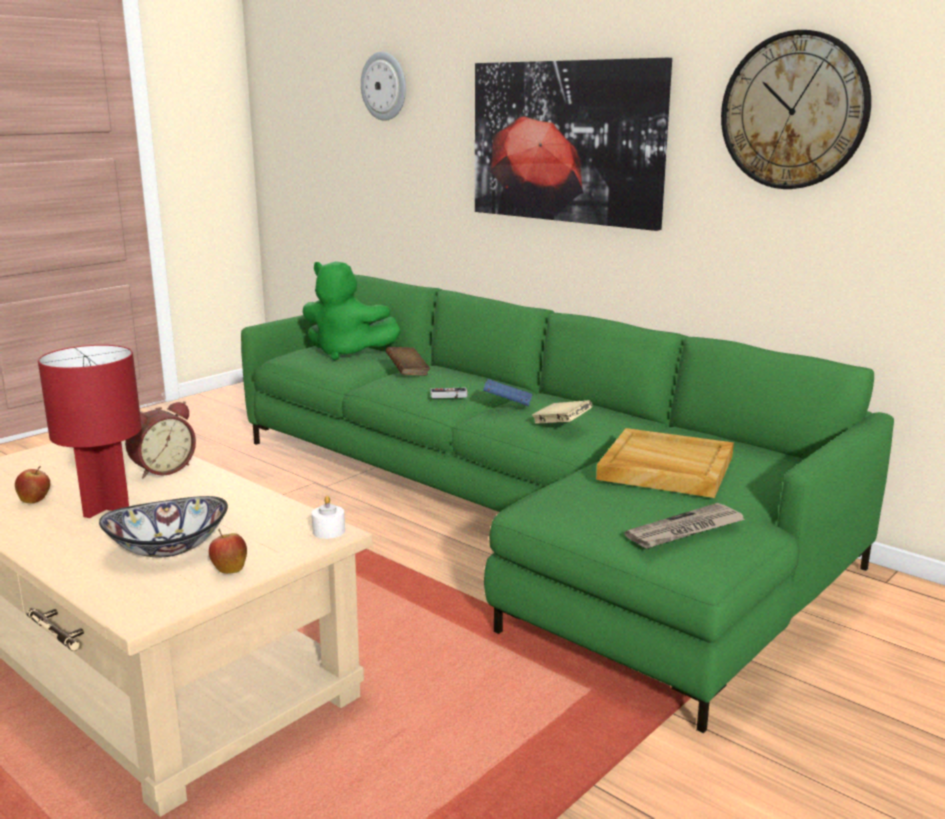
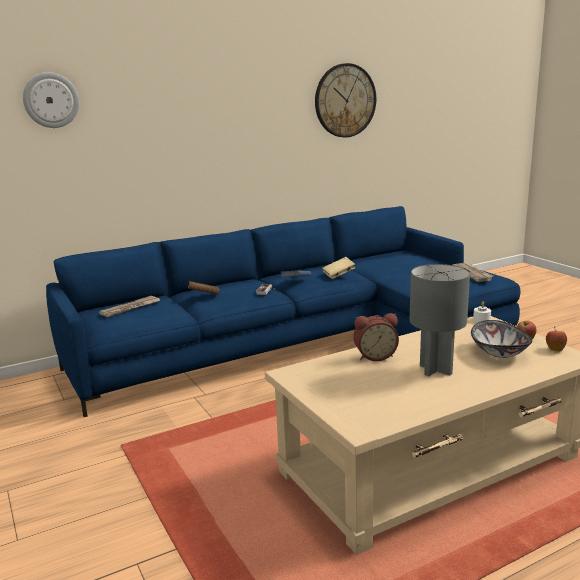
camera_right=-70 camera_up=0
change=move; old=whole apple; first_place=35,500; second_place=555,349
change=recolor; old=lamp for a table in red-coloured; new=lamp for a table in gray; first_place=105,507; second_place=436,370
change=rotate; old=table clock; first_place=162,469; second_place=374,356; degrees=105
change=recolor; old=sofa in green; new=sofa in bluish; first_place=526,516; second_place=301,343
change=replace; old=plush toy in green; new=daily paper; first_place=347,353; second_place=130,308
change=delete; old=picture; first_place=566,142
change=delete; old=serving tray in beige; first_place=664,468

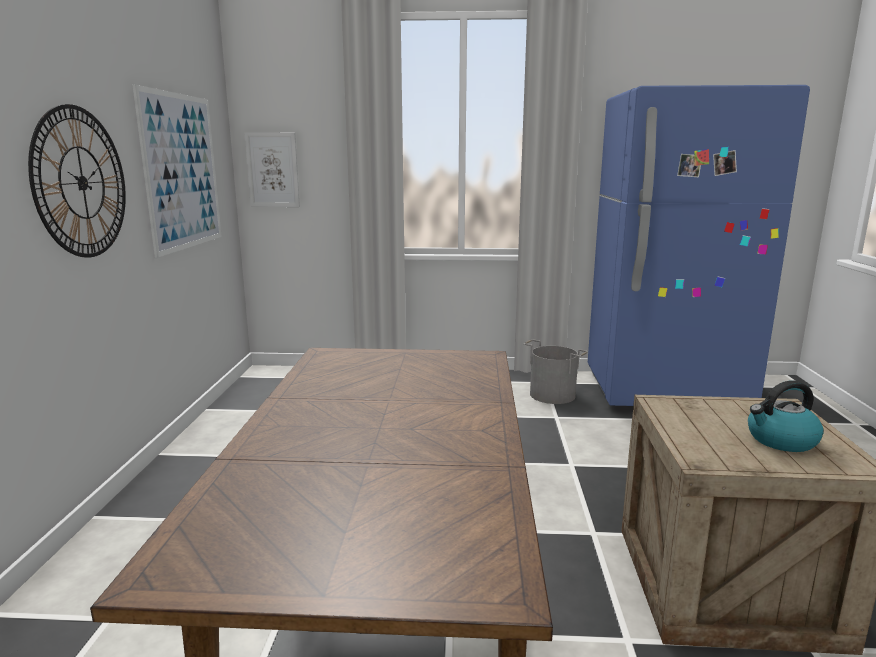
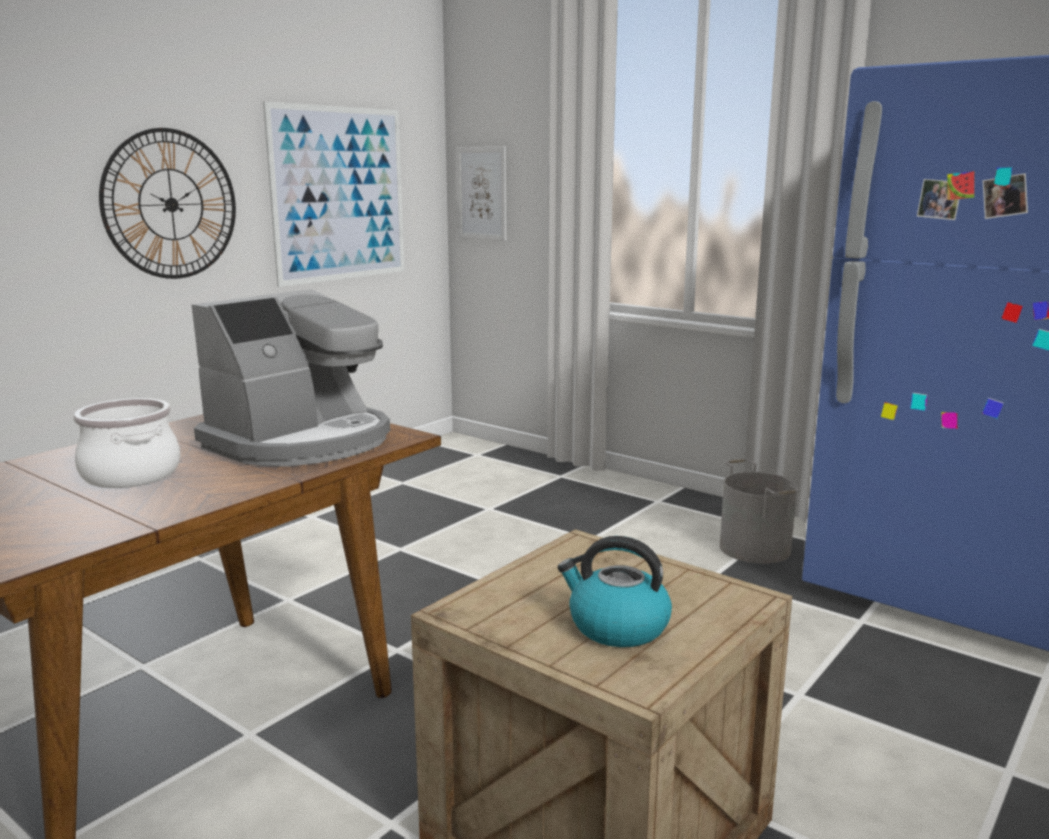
camera_right=35 camera_up=0
change=insert; new=stockpot; second_place=132,474
change=insert; new=coffee machine; second_place=301,441

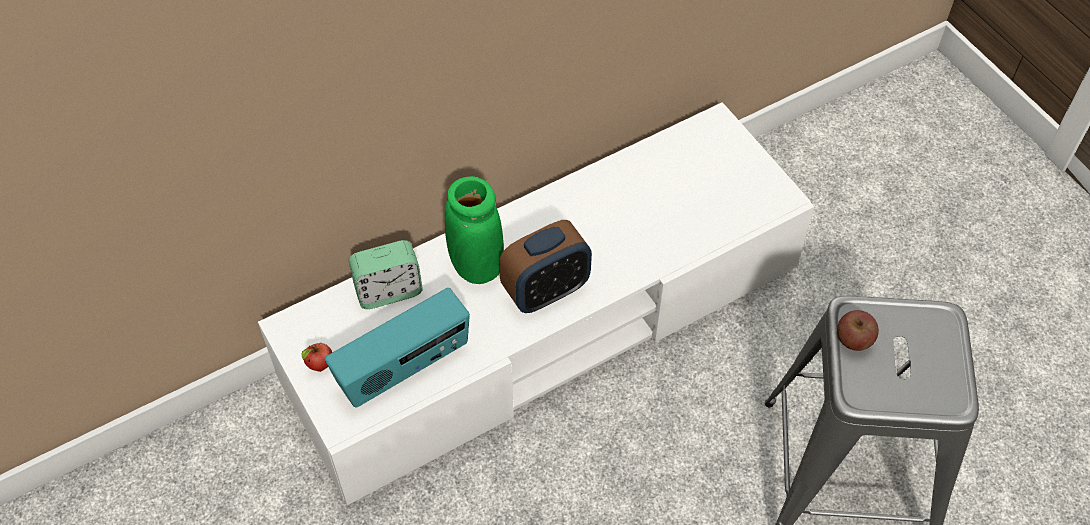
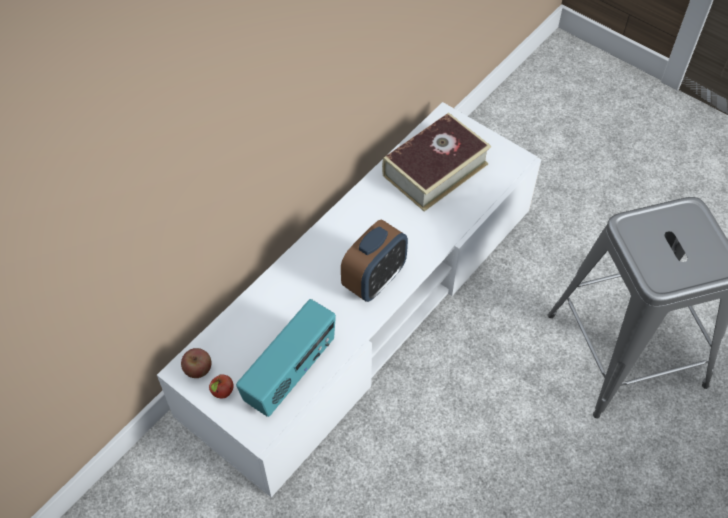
camera_right=-20 camera_up=0
change=delete; old=table clock; first_place=388,291
change=delete; old=decorative vase in green; first_place=476,265
change=move; old=whole apple; first_place=854,339; second_place=198,369
change=insert; new=bound book; second_place=435,169

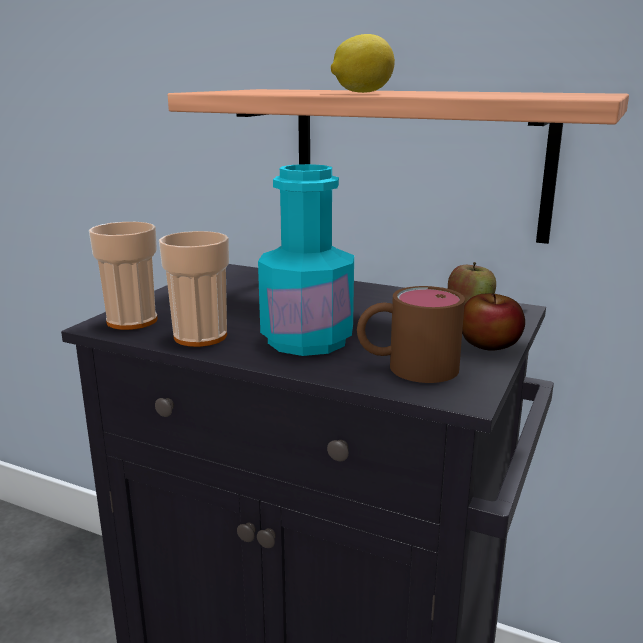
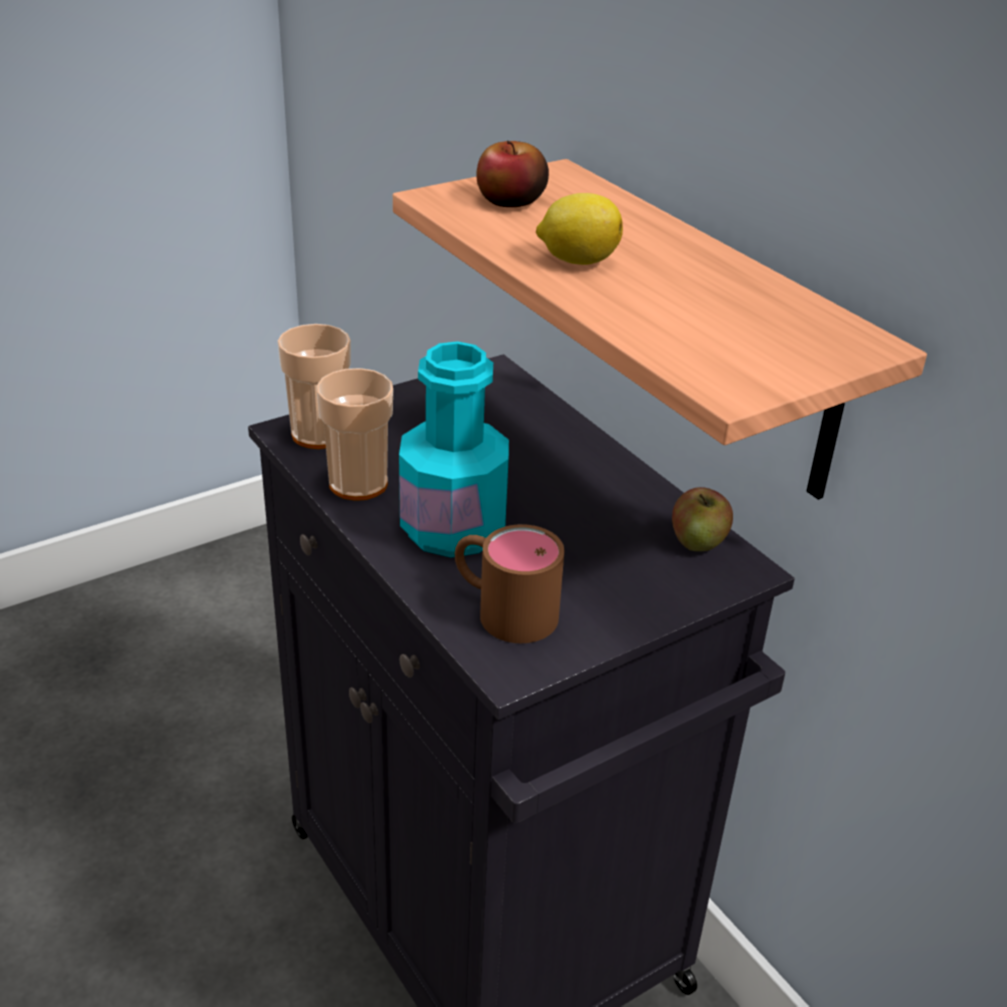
camera_right=30 camera_up=15
change=move; old=whole apple; first_place=490,344; second_place=511,201

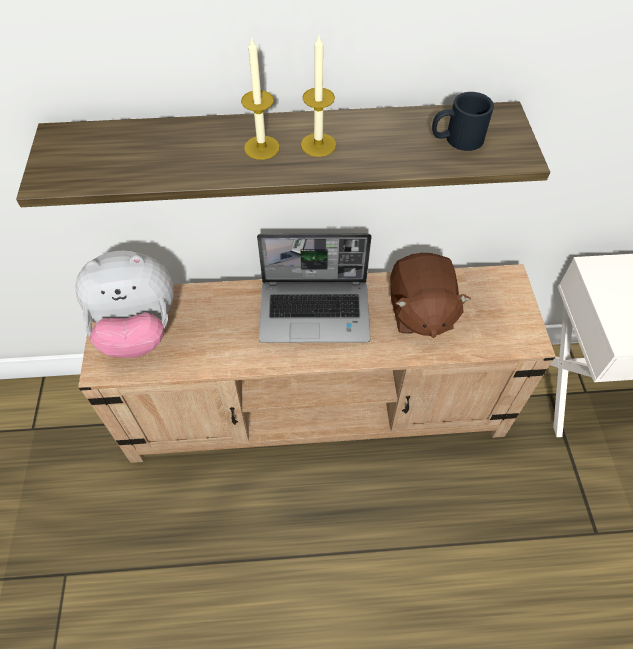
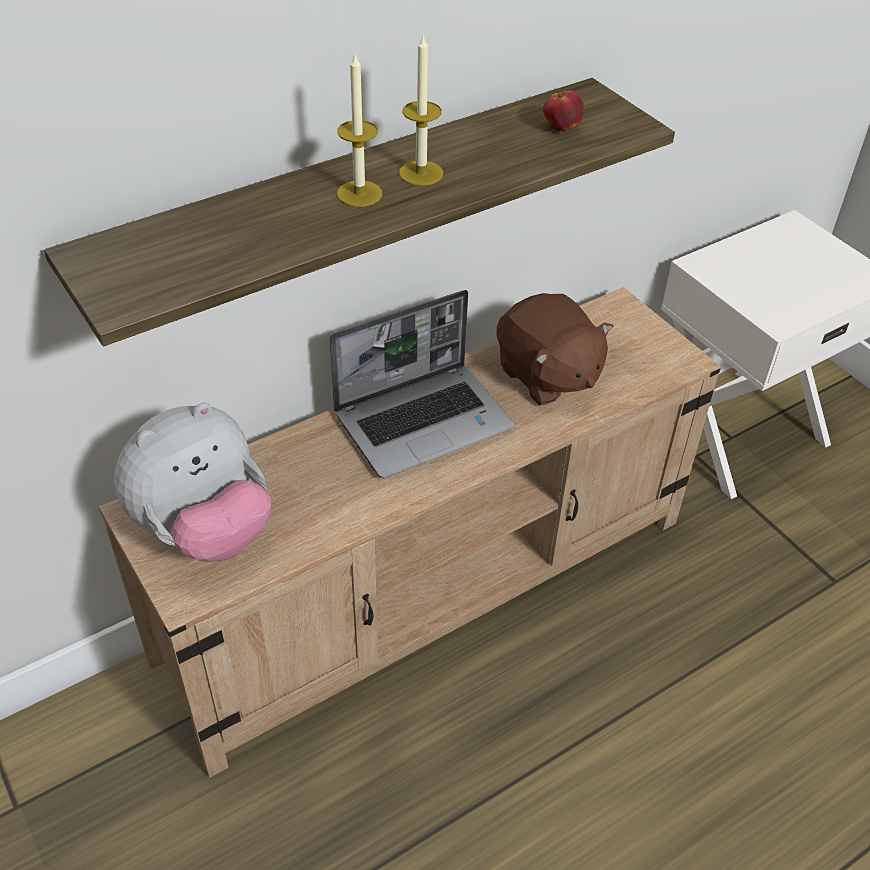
camera_right=-30 camera_up=-10
change=replace; old=tea mug in blackish; new=whole apple; first_place=456,139; second_place=561,128

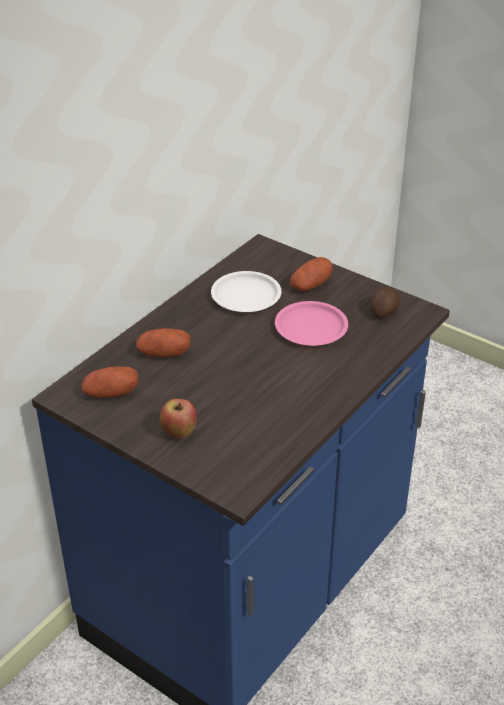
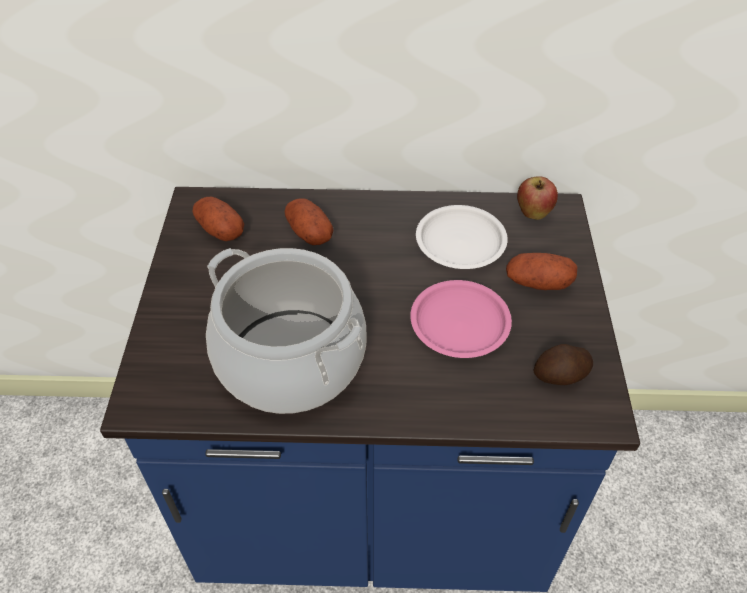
camera_right=55 camera_up=10
change=move; old=whole apple; first_place=179,433; second_place=533,214
change=insert; new=stockpot; second_place=291,359

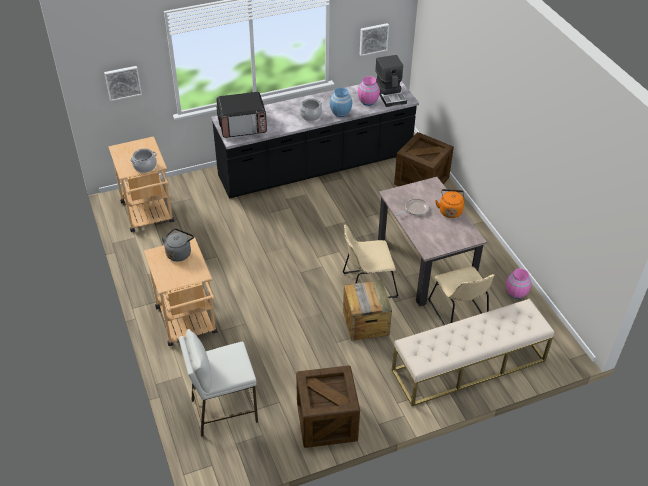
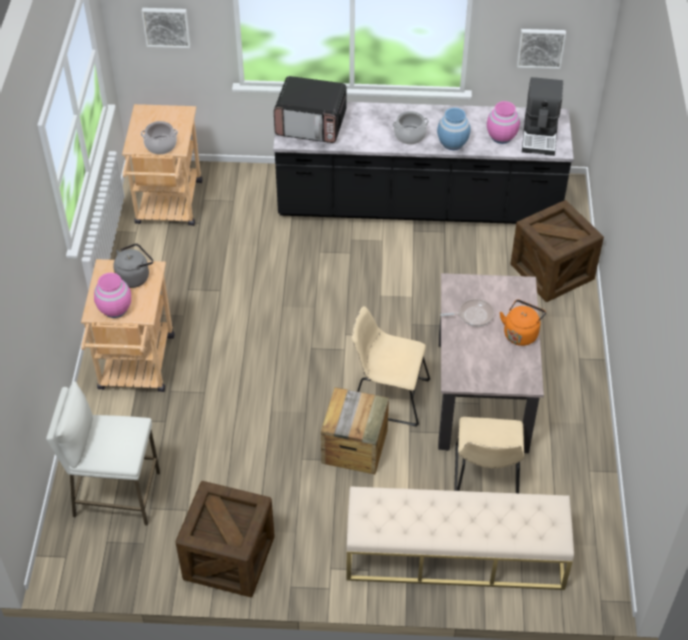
camera_right=25 camera_up=5
change=move; old=decorative vase in pink-coloured; first_place=516,293; second_place=115,309

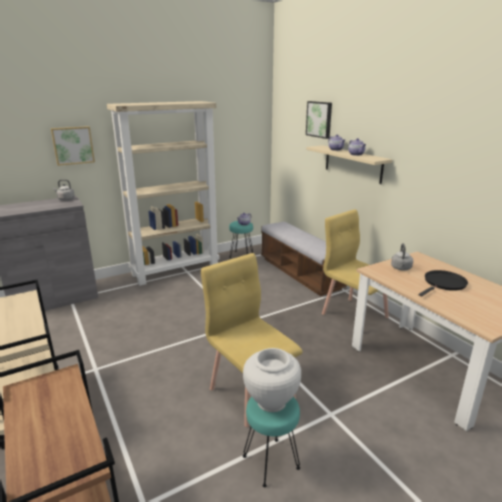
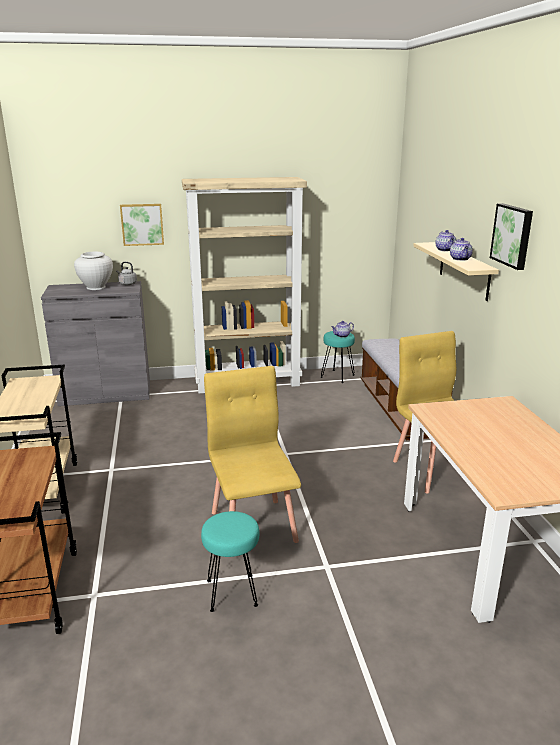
camera_right=20 camera_up=0
change=move; old=decorative vase in whitish; first_place=271,401; second_place=96,287
change=move; old=picture; first_place=319,119; second_place=513,235
change=delete; old=tea kettle in gray; first_place=401,268
change=delete; old=pan in blackish; first_place=443,284

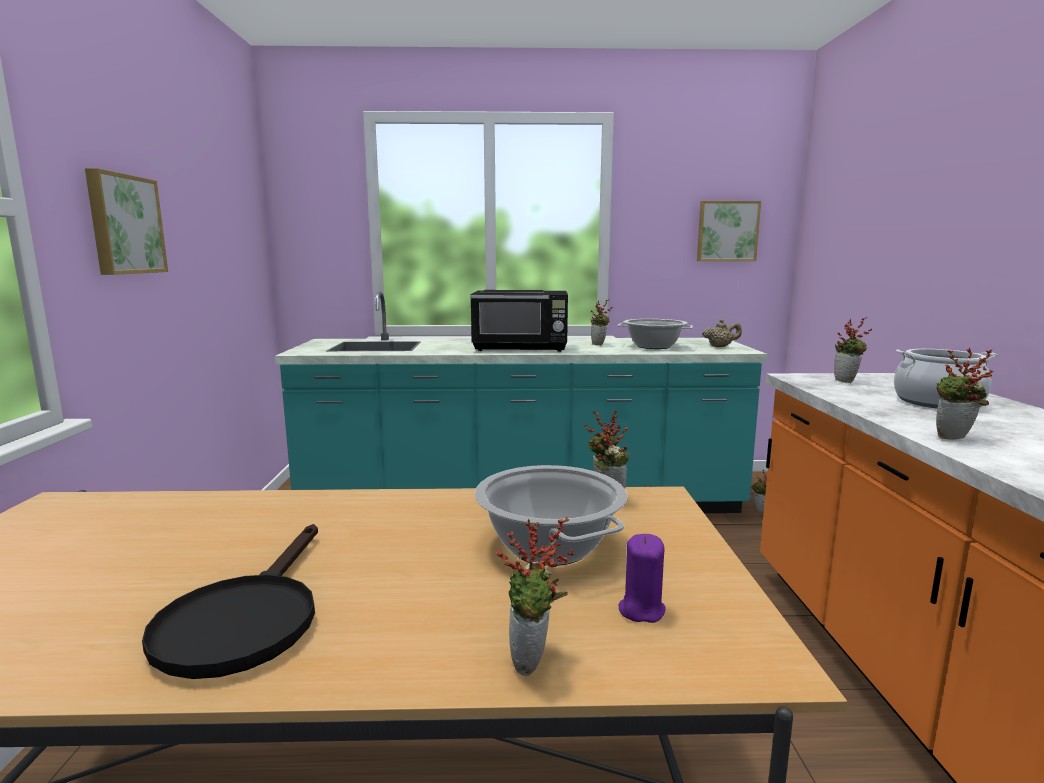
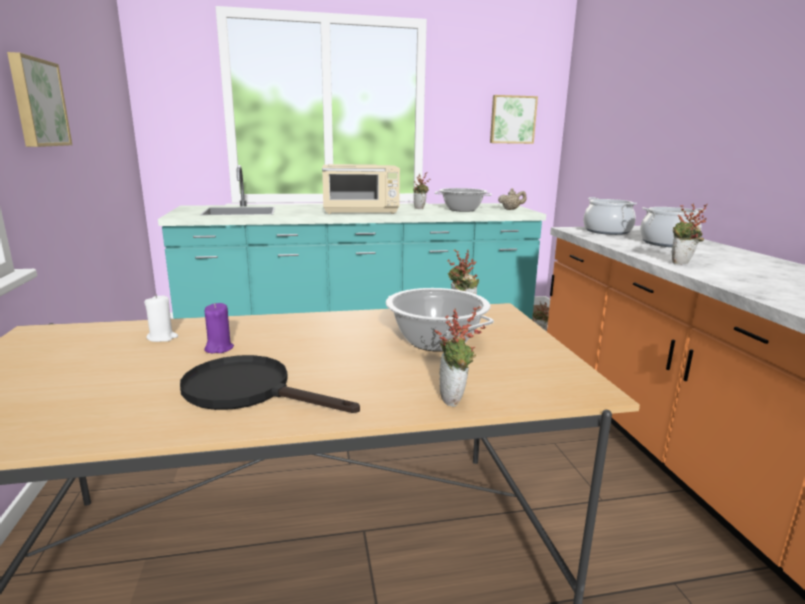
camera_right=-10 camera_up=5
change=rotate; old=pan in blackish; first_place=246,618; second_place=250,391; degrees=120
change=recolor; old=kitchen microwave in blackish; new=kitchen microwave in beige; first_place=521,348; second_place=361,211
change=move; old=wax light in purplish; first_place=641,610; second_place=219,348
change=replace; old=houseplant; new=stockpot; first_place=847,381; second_place=607,231
change=insert; new=wax light in whitish; second_place=162,337

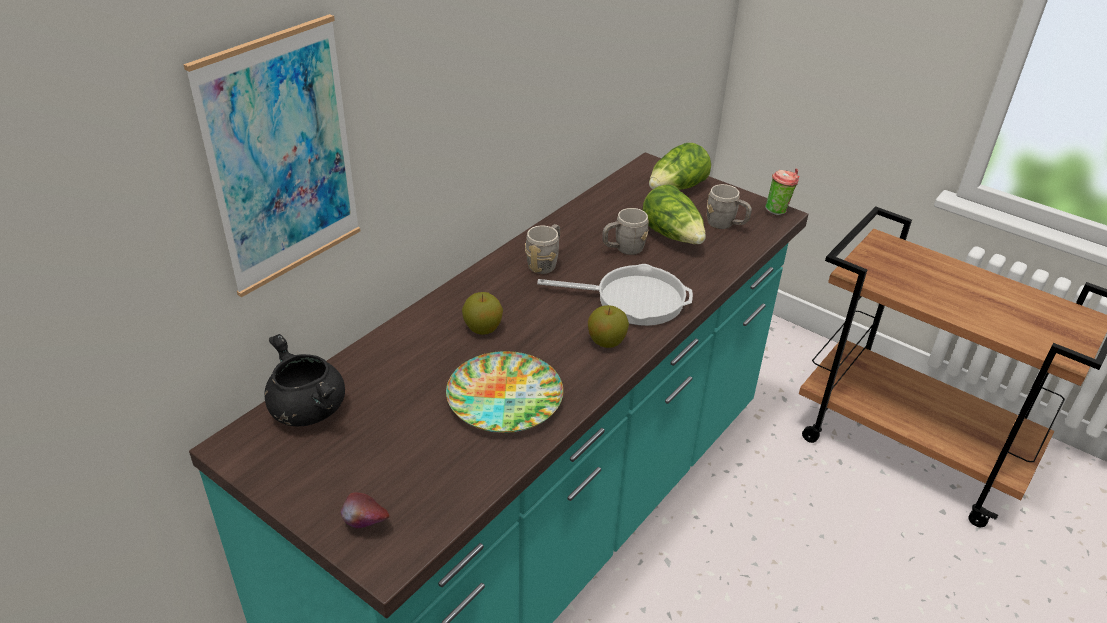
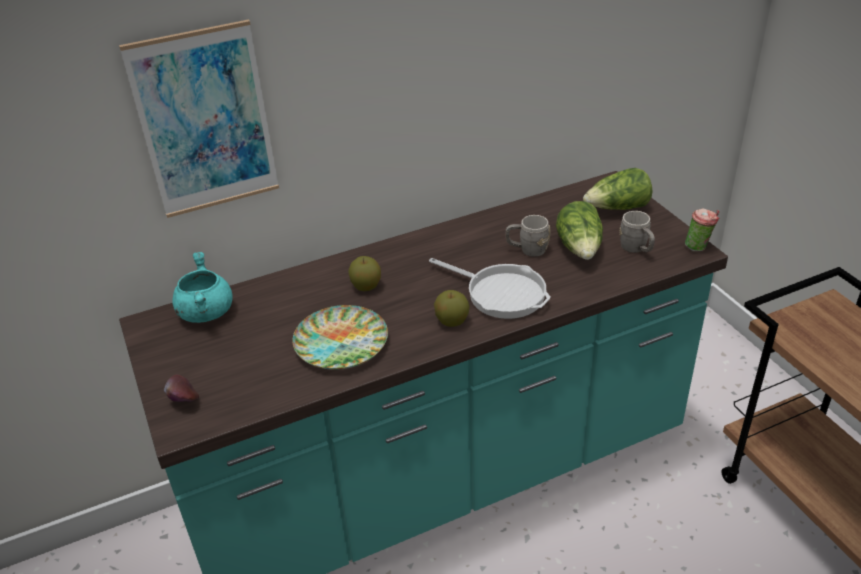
camera_right=30 camera_up=0
change=recolor; old=stockpot in blackish; new=stockpot in turquoise; first_place=306,410; second_place=205,312
change=delete; old=tea mug in gray; first_place=545,262

